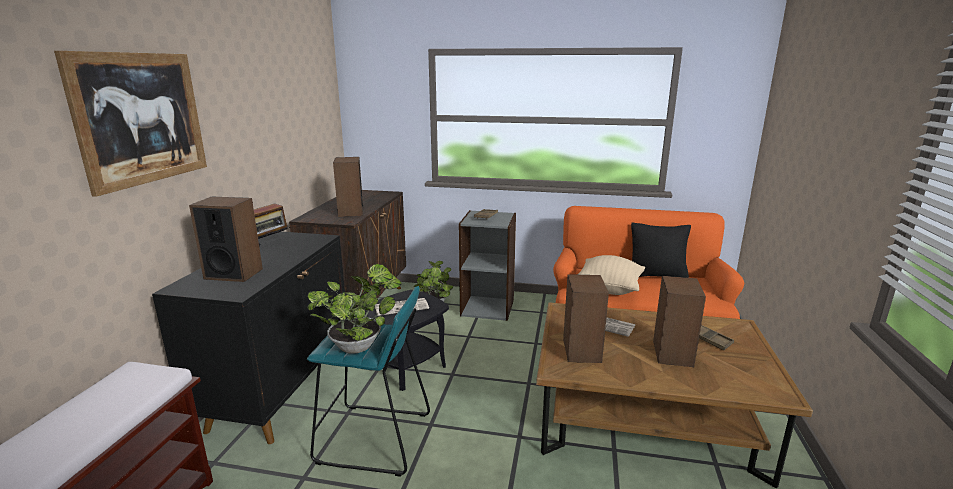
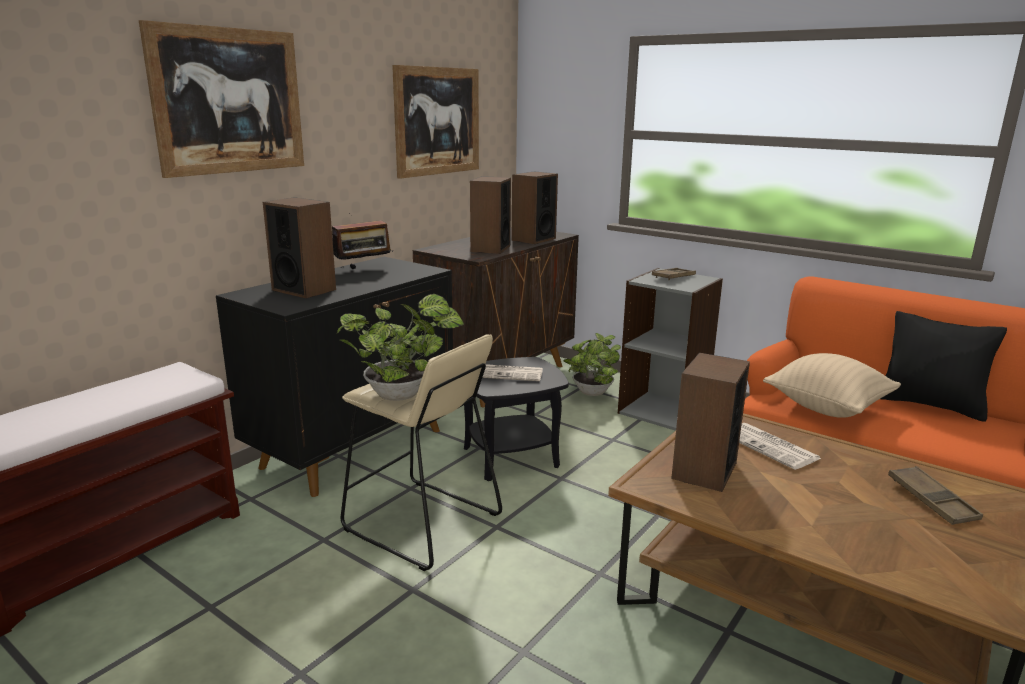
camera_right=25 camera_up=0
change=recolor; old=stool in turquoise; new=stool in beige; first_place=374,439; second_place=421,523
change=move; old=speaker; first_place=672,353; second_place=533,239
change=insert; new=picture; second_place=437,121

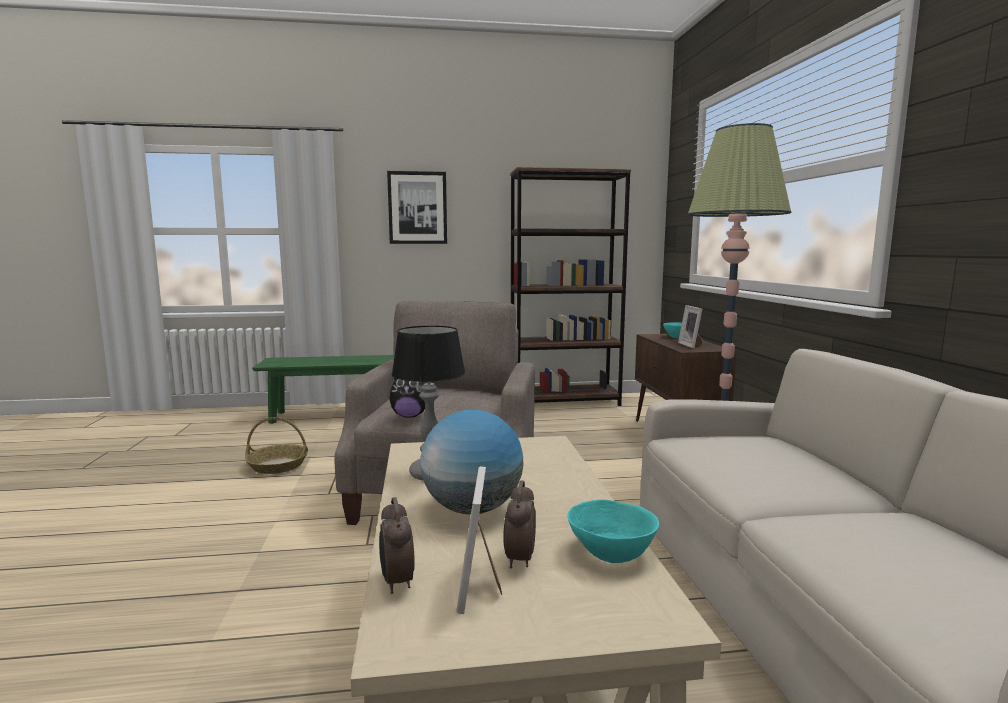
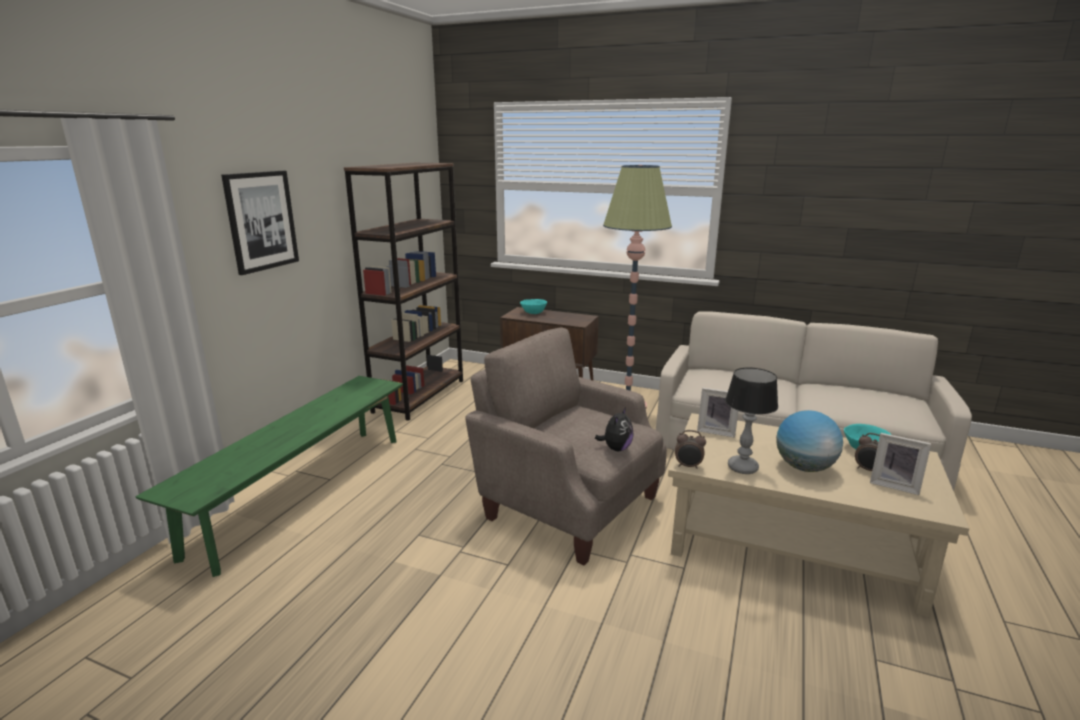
camera_right=-60 camera_up=10
change=delete; old=household basket; first_place=278,465
change=move; old=table clock; first_place=396,582; second_place=688,466
change=move; old=photo frame; first_place=691,345; second_place=716,431

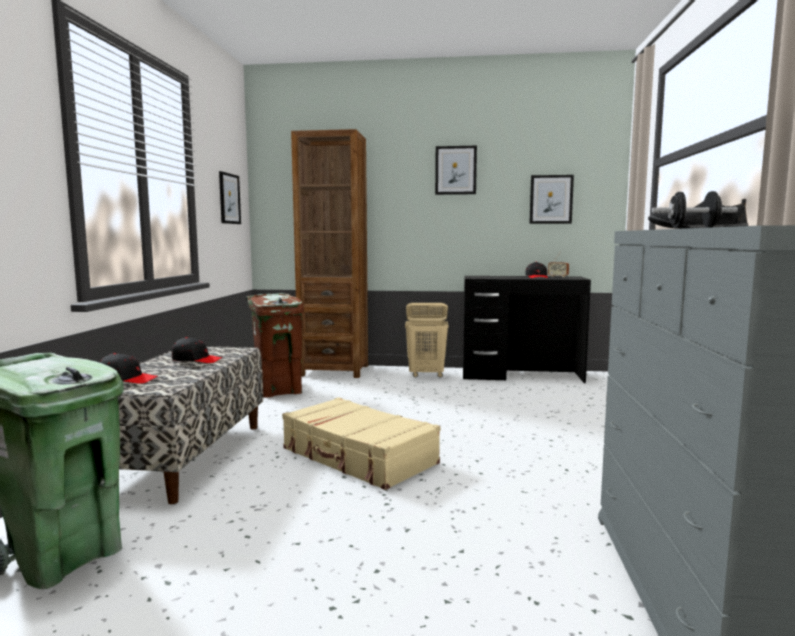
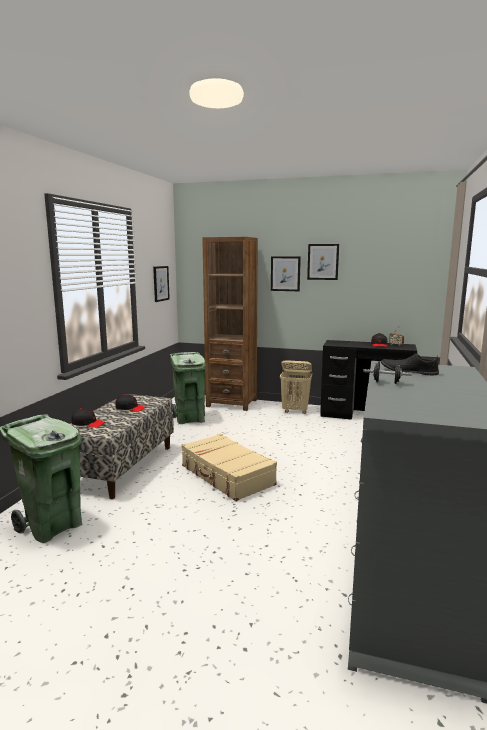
camera_right=10 camera_up=5
change=recolor; old=waste bin in brown; new=waste bin in green; first_place=279,391; second_place=190,419
change=move; old=picture; first_place=551,199; second_place=285,273

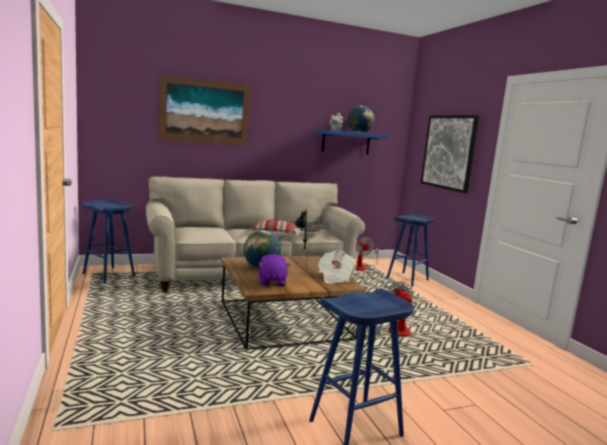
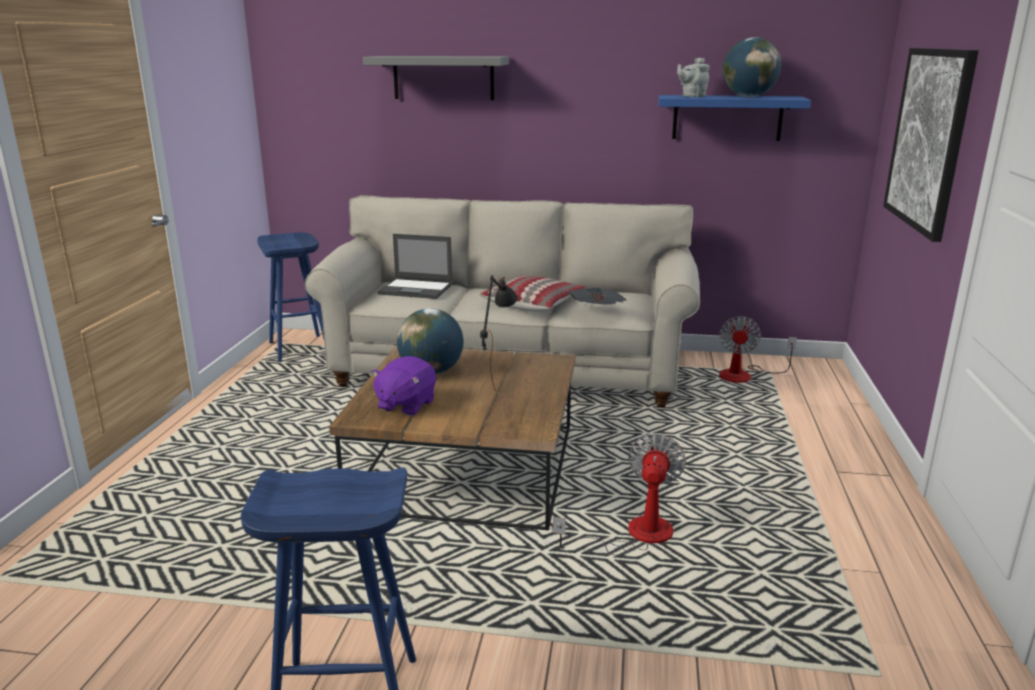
camera_right=30 camera_up=10
change=replace; old=picture; new=shelf in gray; first_place=205,111; second_place=443,78
change=delete; old=daily paper; first_place=335,277
change=delete; old=stool in bluish; first_place=407,279
change=insert; new=portable computer; second_place=417,289

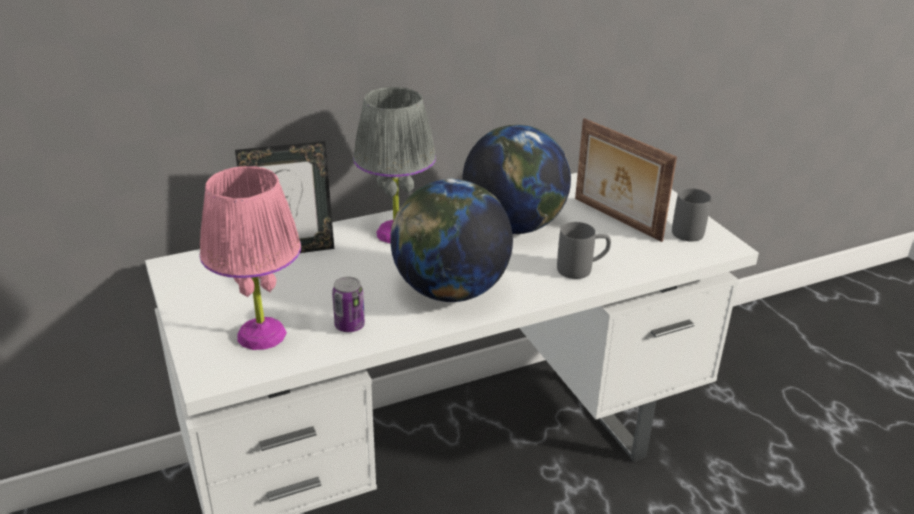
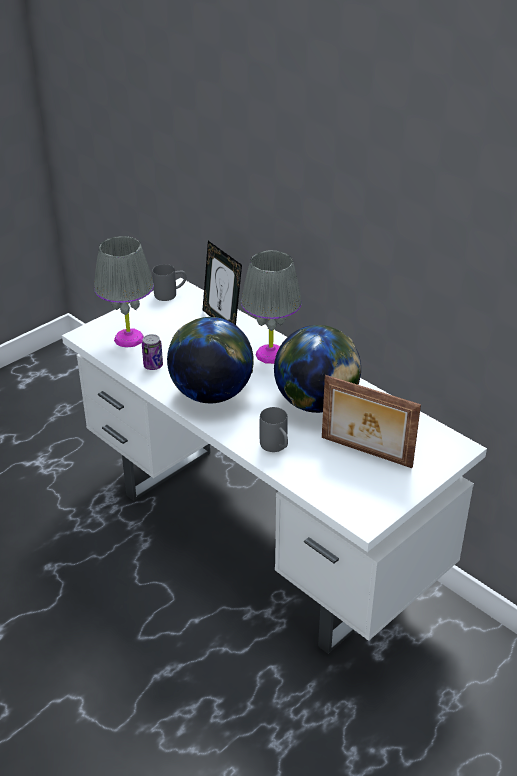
camera_right=70 camera_up=5
change=recolor; old=lamp for a table in pink-coloured; new=lamp for a table in gray; first_place=262,335; second_place=128,339
change=rotate; old=photo frame; first_place=615,219; second_place=365,453; degrees=-90
change=move; old=tea mug in gray; first_place=686,229; second_place=170,294

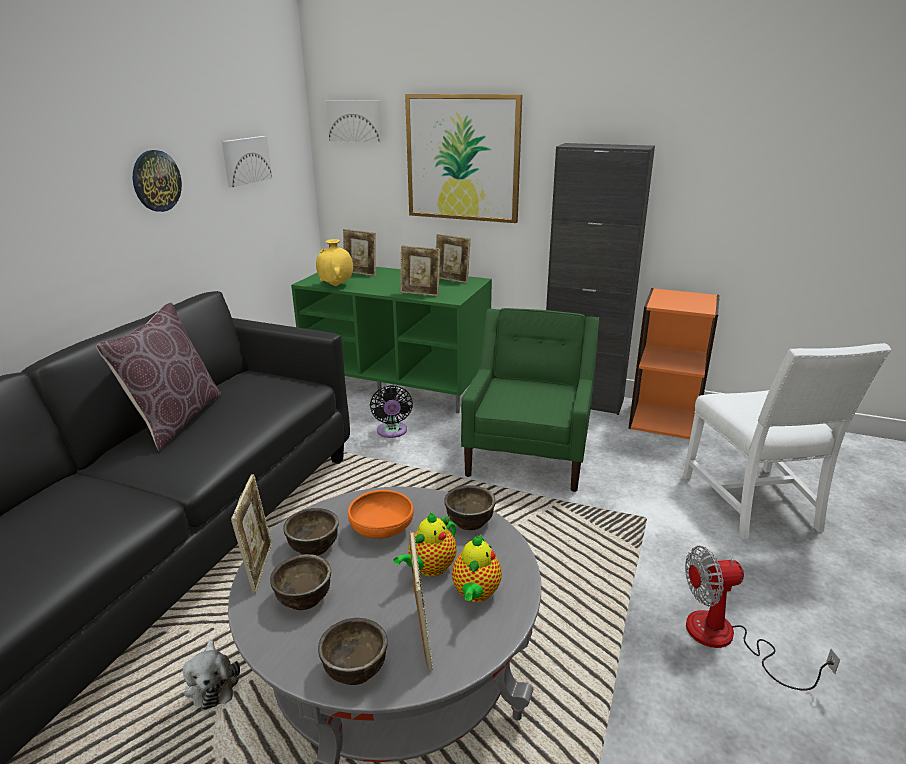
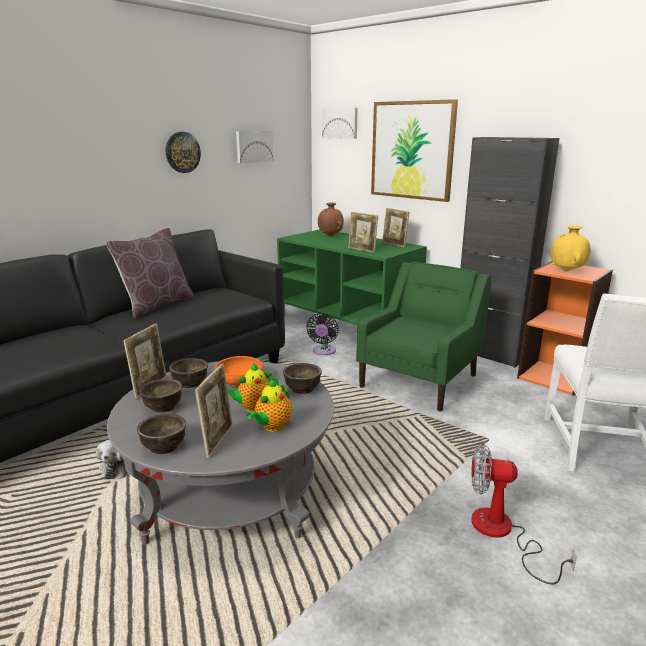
camera_right=20 camera_up=-5
change=move; old=decorative vase in yellow; first_place=336,285; second_place=566,271
change=replace; old=photo frame; new=decorative vase in brown; first_place=360,273; second_place=330,236

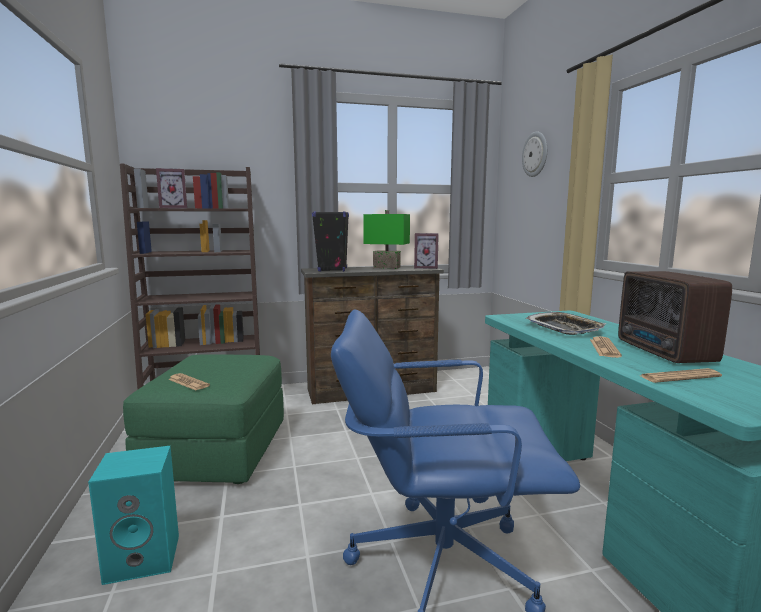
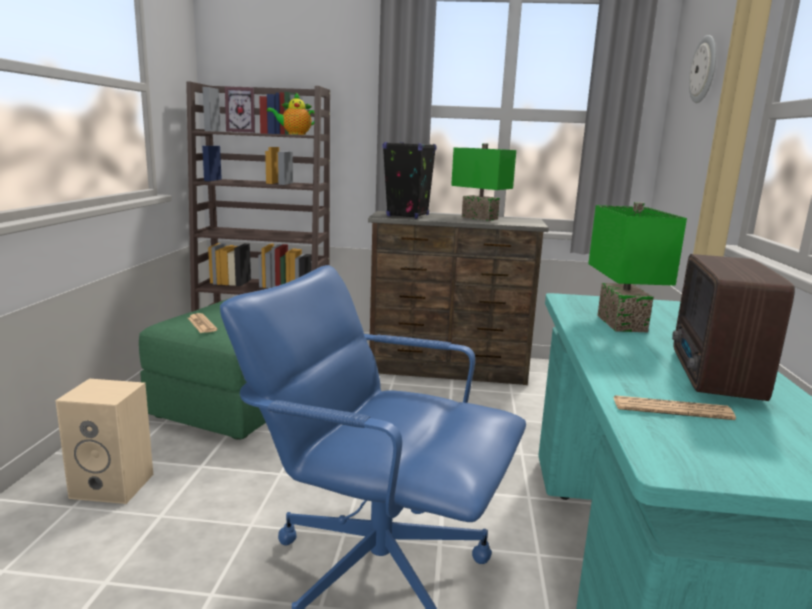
camera_right=20 camera_up=5
change=recolor; old=speaker in turquoise; new=speaker in beige; first_place=145,557; second_place=115,485
change=delete; old=photo frame; first_place=426,268
change=replace; old=serving tray; new=lamp for a table in green; first_place=564,328; second_place=624,324
change=delete; old=daily paper; first_place=604,348
change=insert; new=pot for tea; second_place=294,134

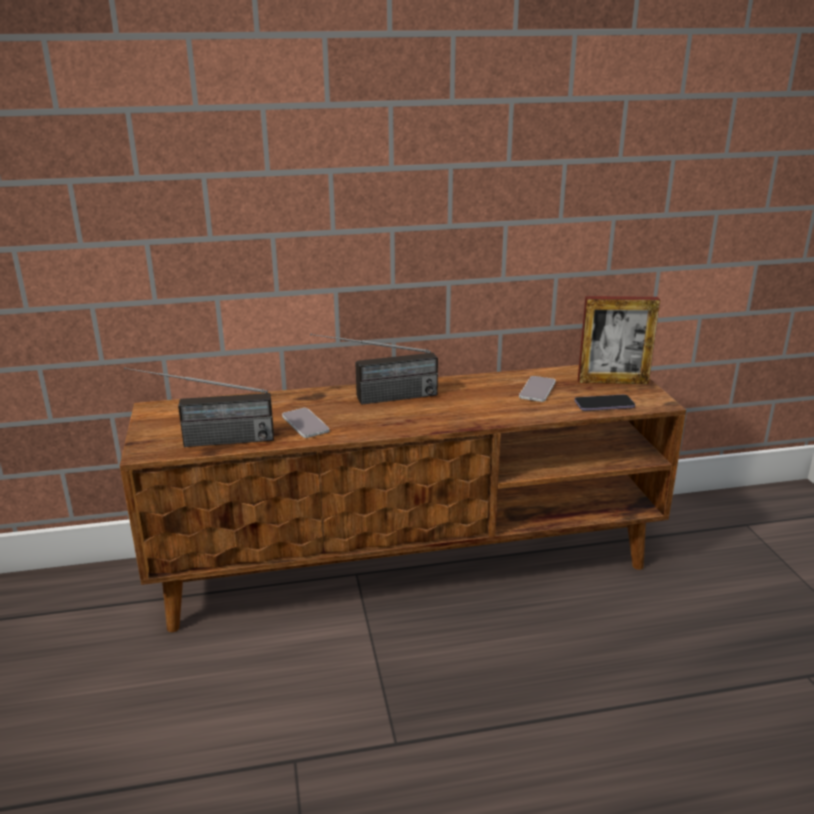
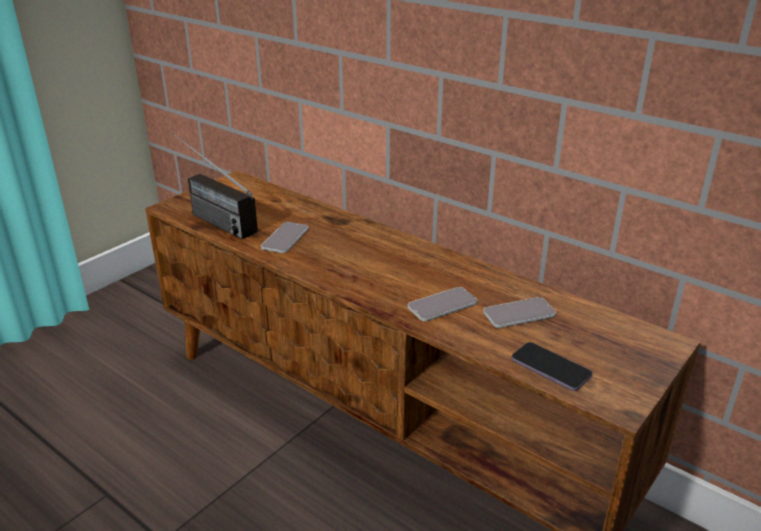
camera_right=50 camera_up=5
change=delete; old=radio receiver; first_place=376,399
change=delete; old=photo frame; first_place=612,381
change=insert; new=handset; second_place=442,305

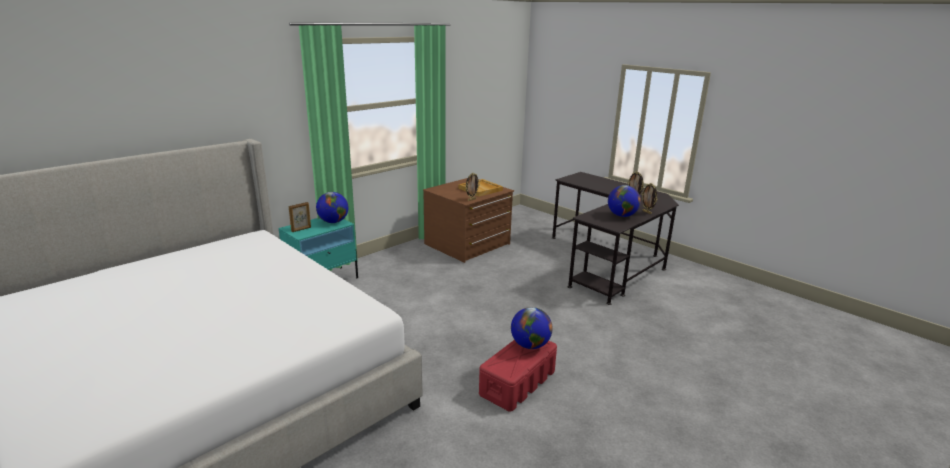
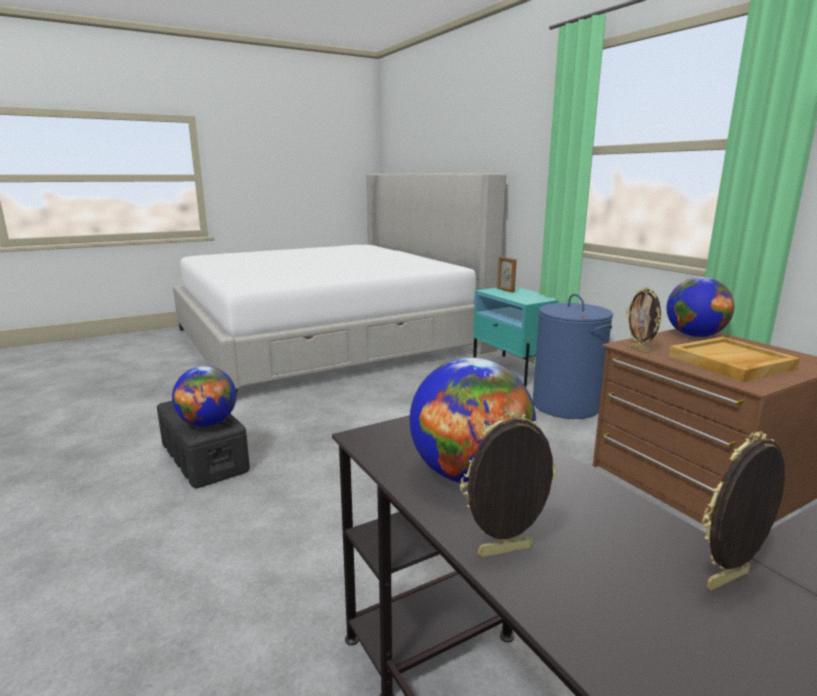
camera_right=105 camera_up=-5
change=move; old=globe; first_place=333,222; second_place=694,336
change=recolor; old=storage bin in red-coloured; new=storage bin in blackish; first_place=518,383; second_place=204,458
change=insert; new=laundry basket in bluish; second_place=566,405

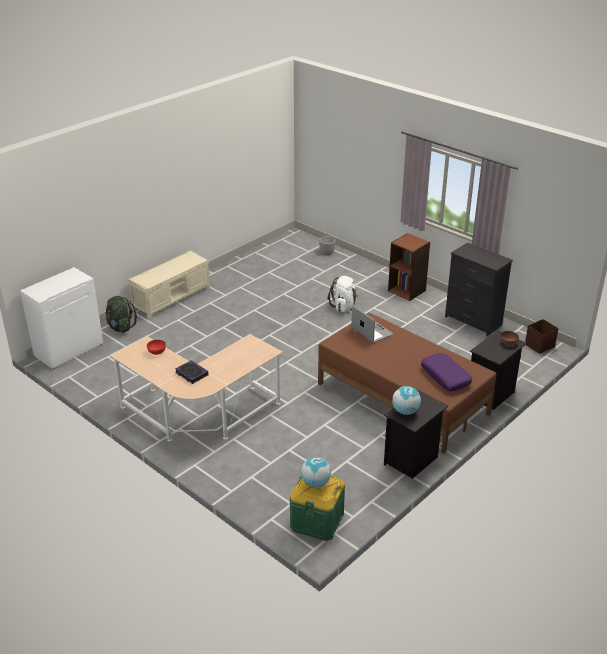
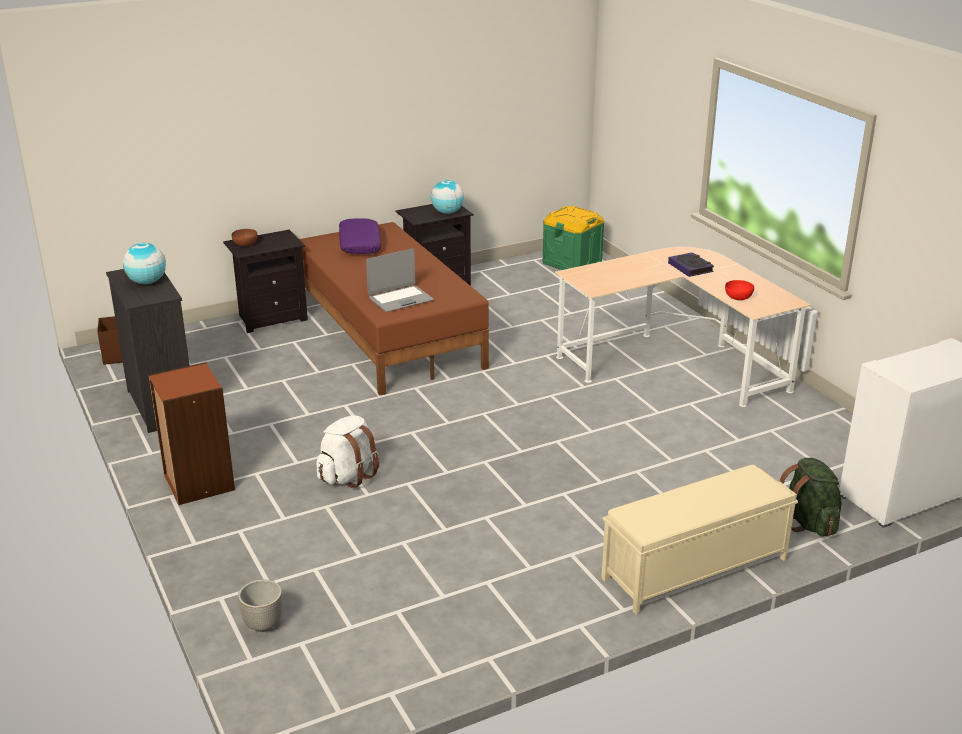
camera_right=-160 camera_up=-5
change=move; old=globe; first_place=315,483; second_place=147,282
change=rotate; old=portable computer; first_place=371,332; second_place=400,299; degrees=-105

